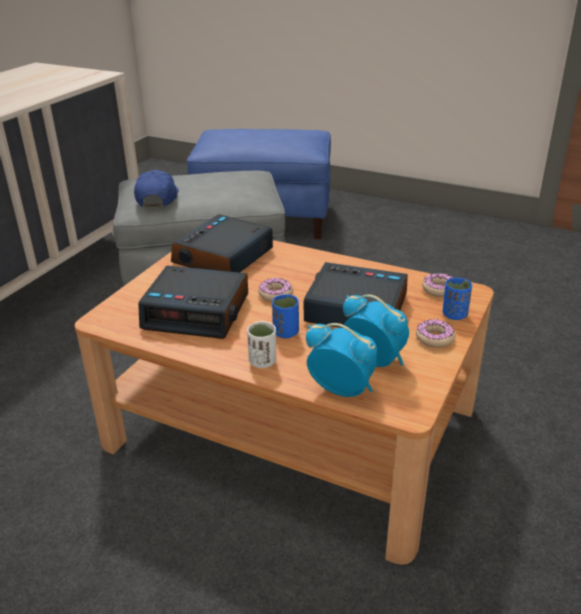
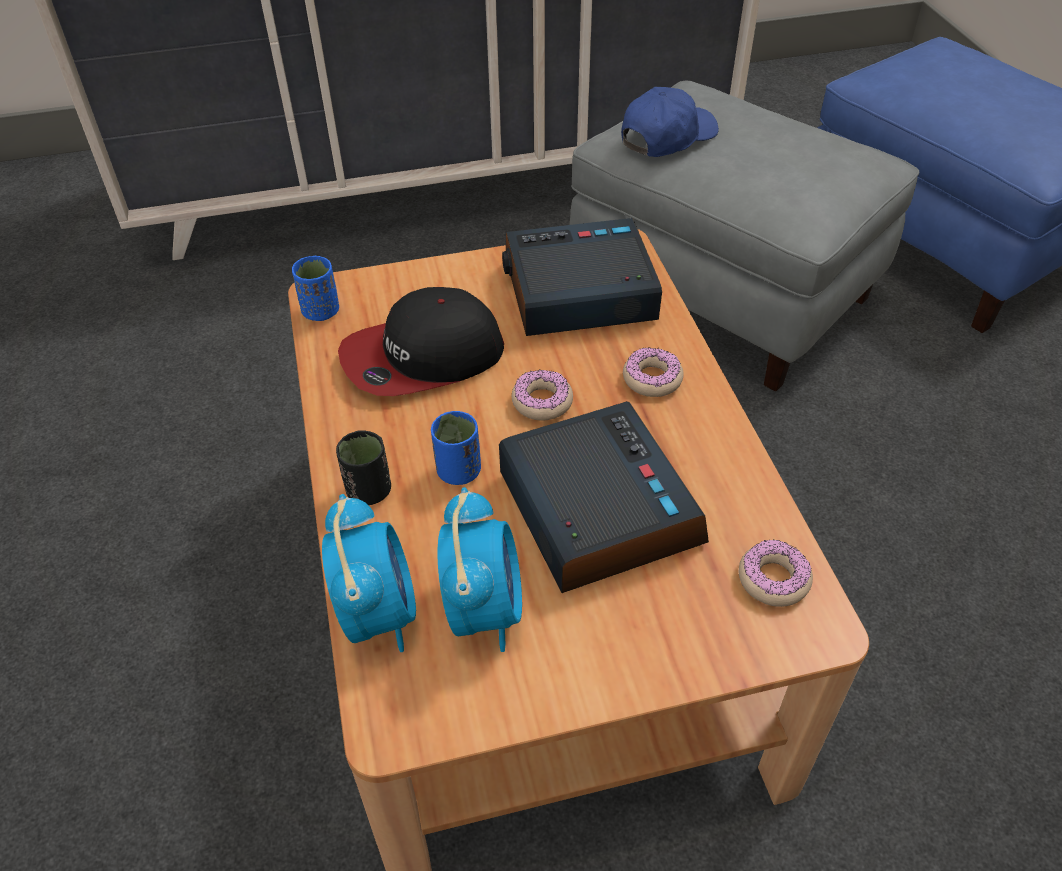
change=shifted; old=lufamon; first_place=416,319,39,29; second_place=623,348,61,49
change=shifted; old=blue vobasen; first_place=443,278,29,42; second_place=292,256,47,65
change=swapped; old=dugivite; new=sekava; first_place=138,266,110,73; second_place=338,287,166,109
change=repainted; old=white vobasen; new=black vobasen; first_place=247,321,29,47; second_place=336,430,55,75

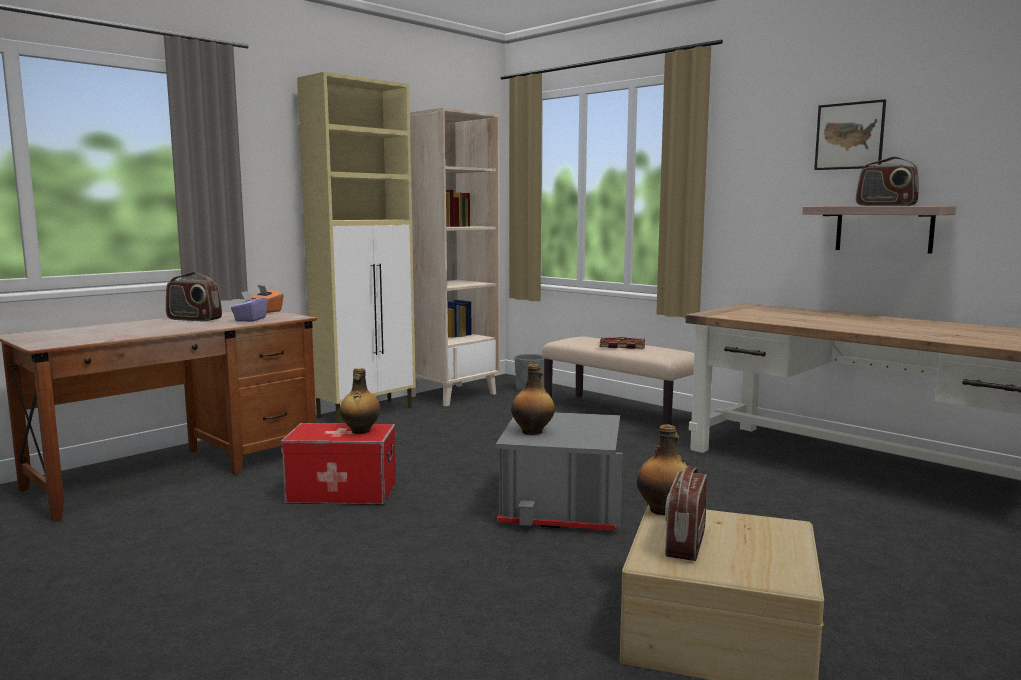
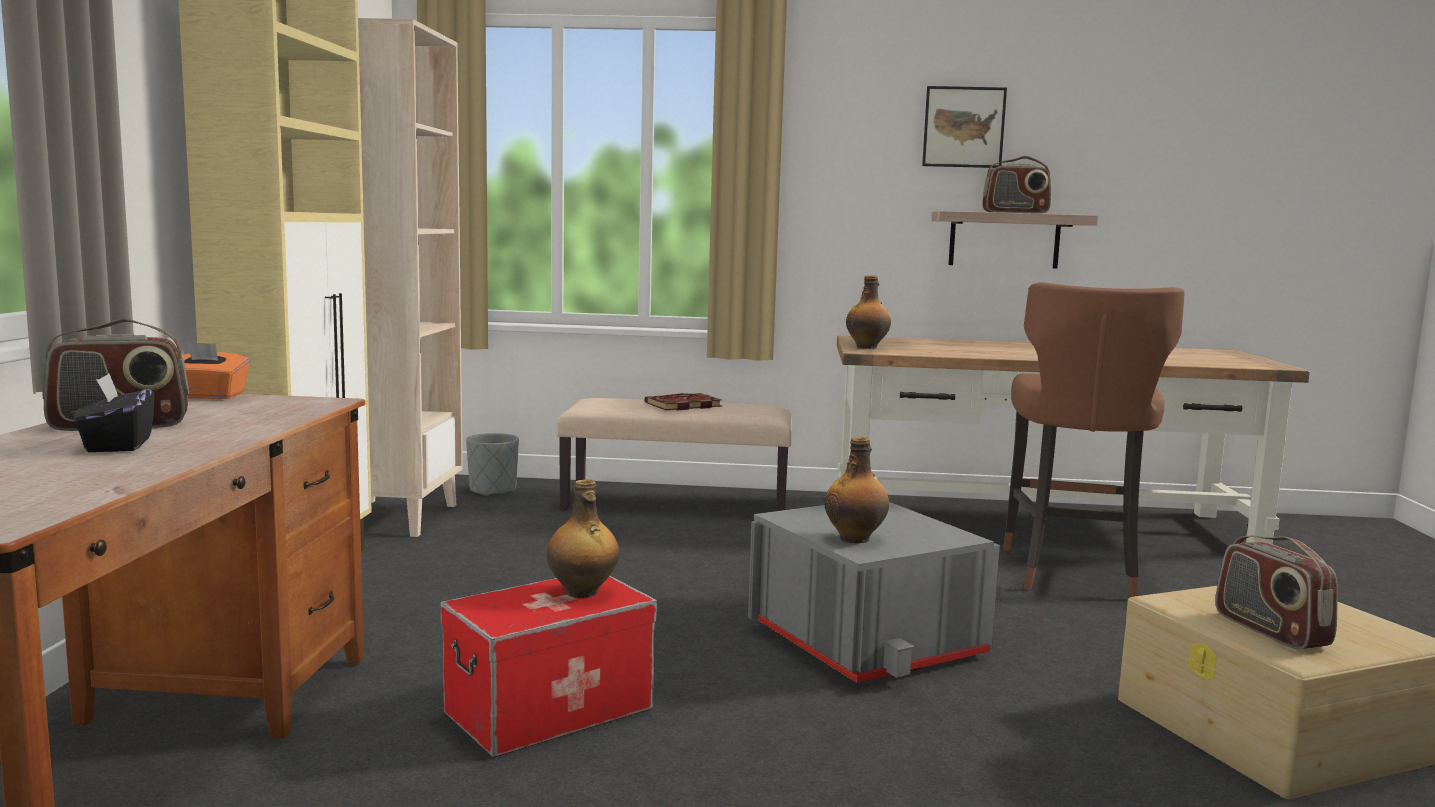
change=gone; old=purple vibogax; first_place=231,290,37,32
change=new; new=black vibogax; second_place=74,374,81,78
change=new; new=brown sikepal; second_place=1003,282,182,316
change=shifted; old=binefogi; first_place=637,424,50,91; second_place=846,275,45,74

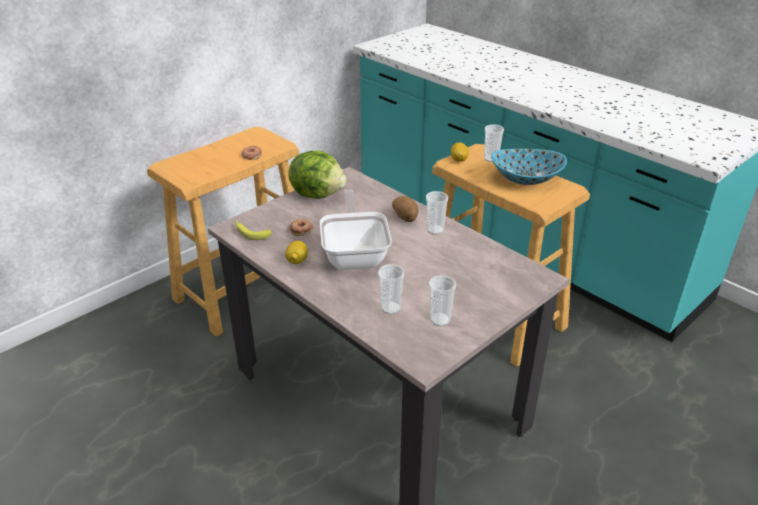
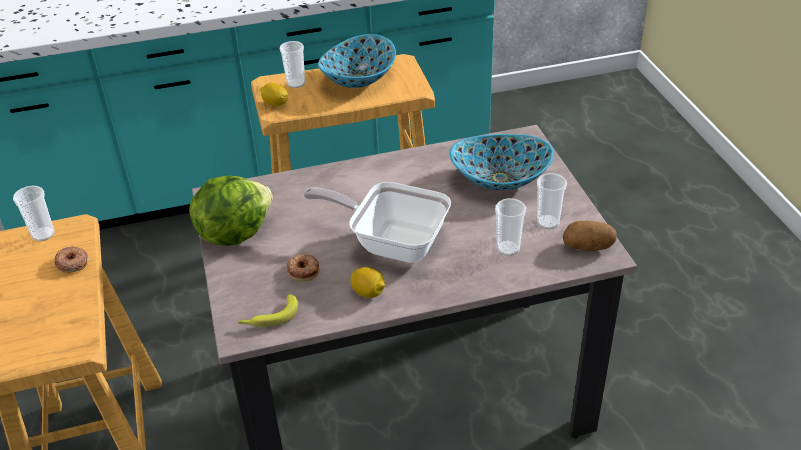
change=new; new=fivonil; second_place=450,134,104,56
change=shifted; old=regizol; first_place=392,196,27,26; second_place=563,221,54,30
change=shifted; old=vobasen; first_place=426,191,22,44; second_place=13,186,42,55

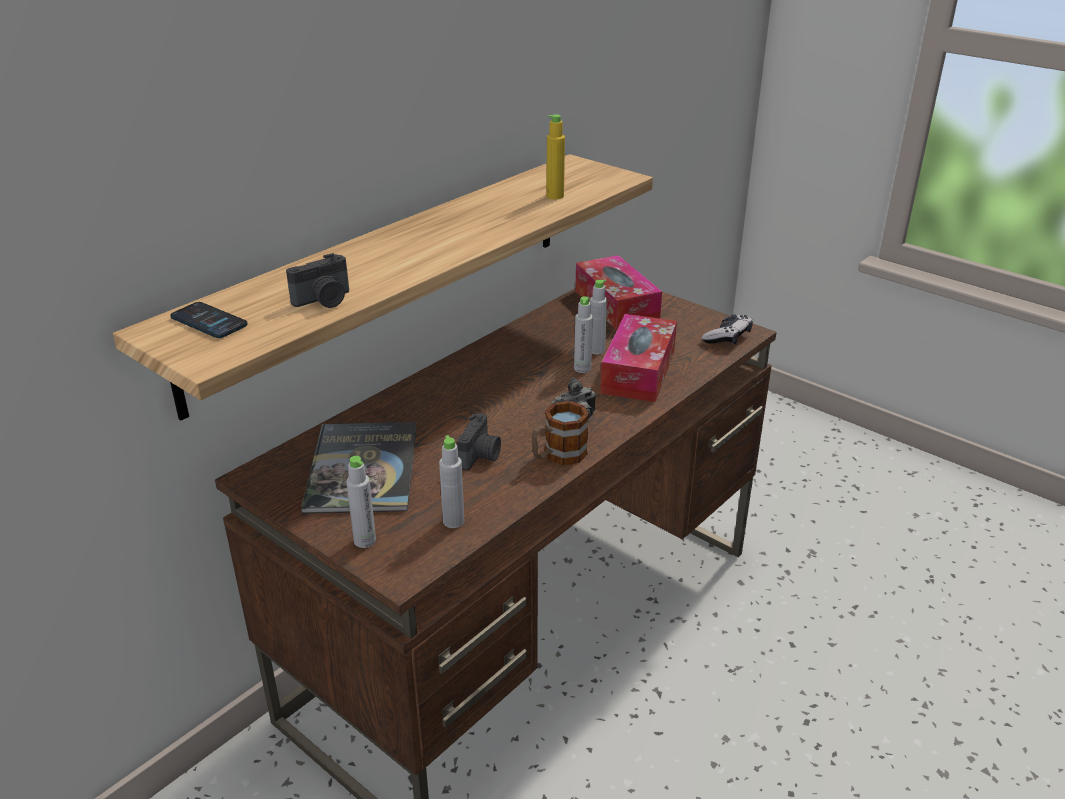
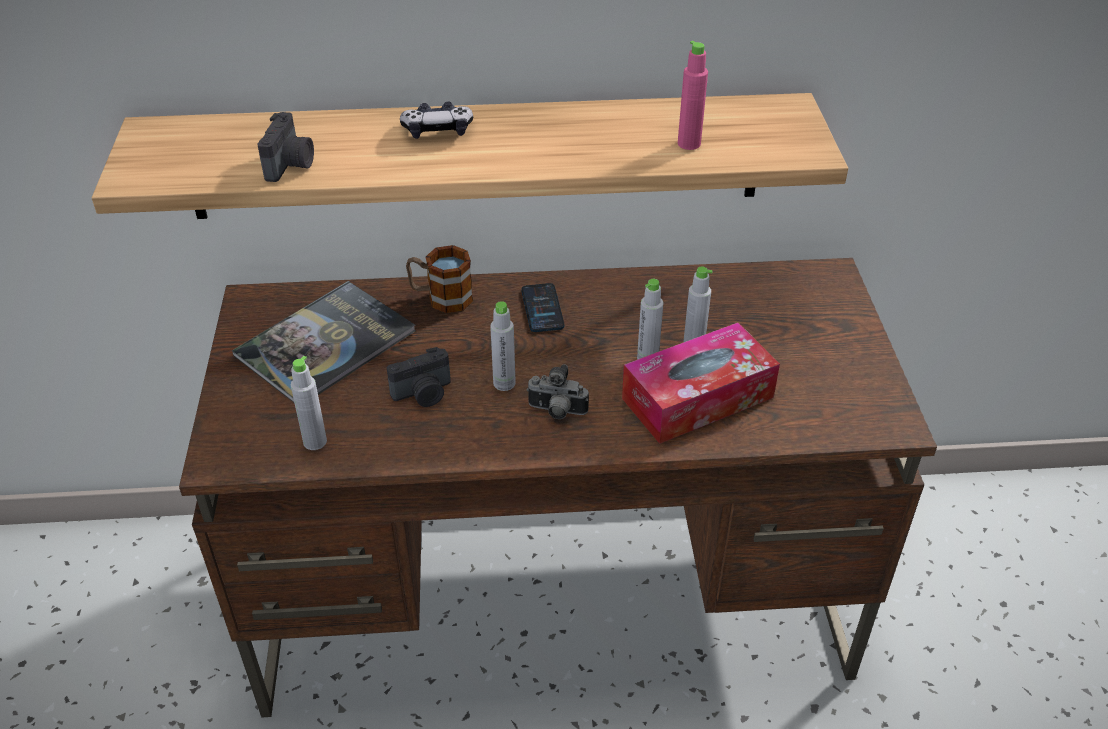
change=gone; old=vibogax; first_place=575,255,87,75
change=shifted; old=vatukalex; first_place=170,302,78,36; second_place=521,283,43,49
change=shifted; old=grey binefogi; first_place=346,456,30,92; second_place=490,301,26,90
change=shifted; old=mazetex; first_place=532,401,57,64; second_place=406,245,67,68
change=shifted; old=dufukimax; first_place=702,314,51,31; second_place=400,101,73,38
change=repainted; old=yellow binefogi; new=pink binefogi; first_place=546,114,19,85; second_place=678,41,30,109
change=rotated; old=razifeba; first_place=286,253,63,55; second_place=257,112,57,70; degrees=-90

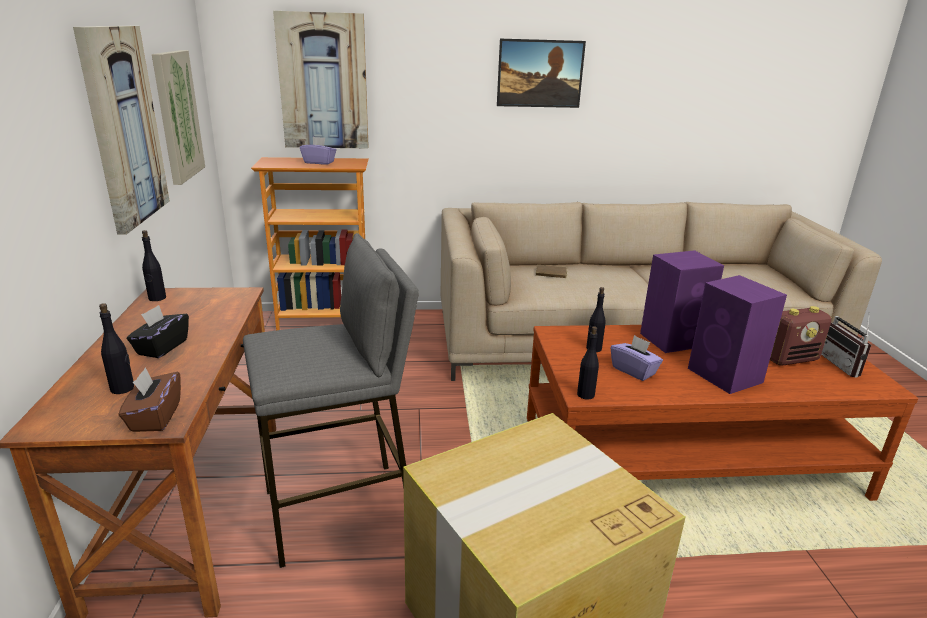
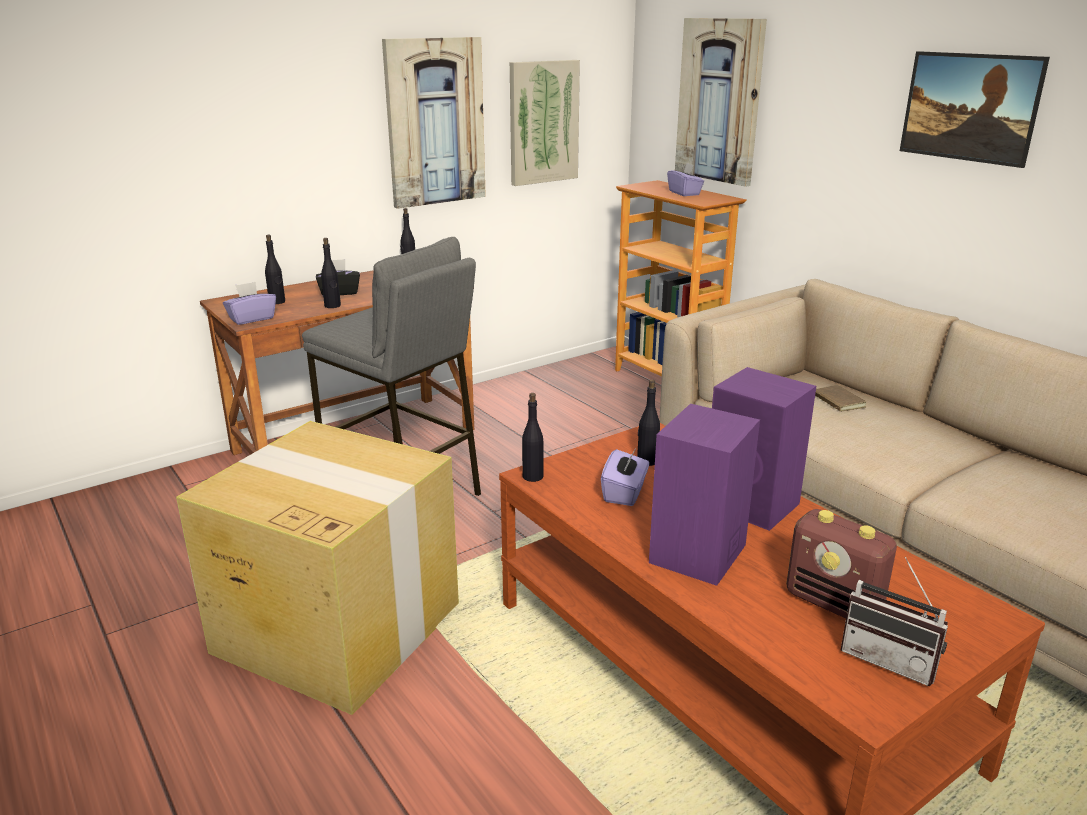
change=new; new=black binefogi; second_place=321,238,20,70
change=repainted; old=brown vibogax; new=purple vibogax; first_place=118,368,63,64; second_place=223,282,53,43
change=rotated; old=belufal; first_place=821,312,50,65; second_place=840,557,108,129; degrees=-105

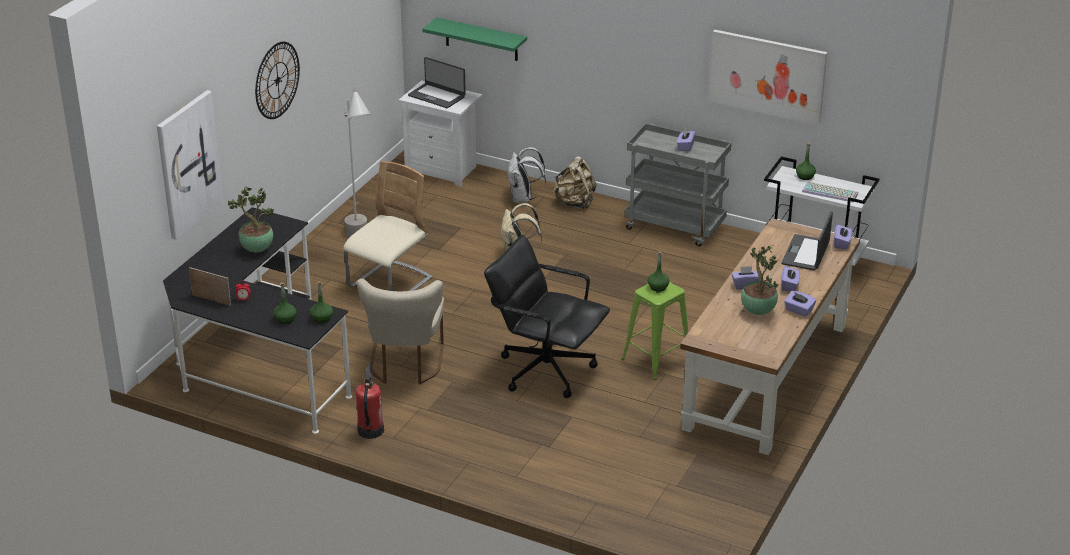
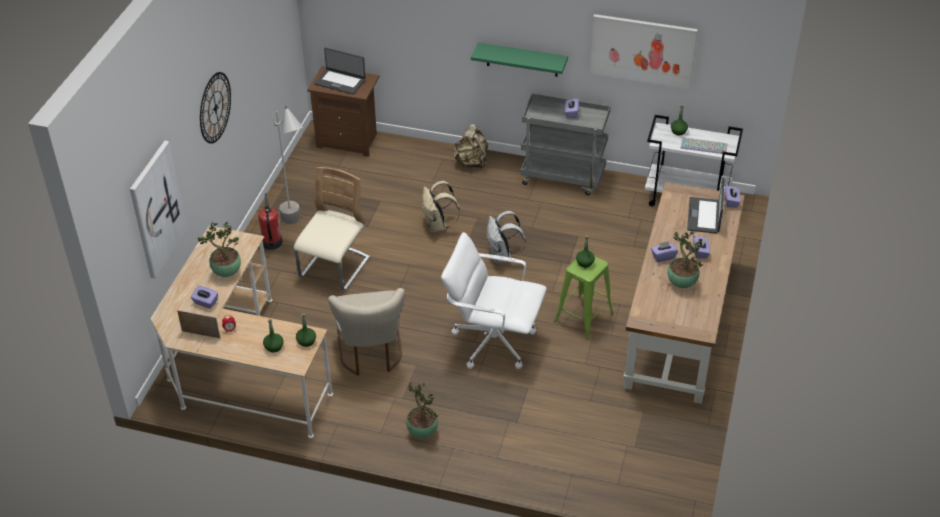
change=new; new=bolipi; second_place=406,383,33,55
change=shifted; old=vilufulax; first_place=356,363,28,76; second_place=258,193,24,57
change=shifted; old=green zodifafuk; first_place=422,17,105,44; second_place=471,42,97,35
change=shifted; old=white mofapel; first_place=507,147,39,56; second_place=487,211,39,52
change=shifted; old=purple vibogax; first_place=784,291,32,26; second_place=191,286,27,23
change=repainted; old=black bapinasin; new=beige bapinasin; first_place=163,207,189,227; second_place=150,226,183,212
change=repainted; old=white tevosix; new=brown tevosix; first_place=399,81,83,105; second_place=307,66,73,91
change=repainted; old=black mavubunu; new=white mavubunu; first_place=484,235,126,163; second_place=441,232,106,137

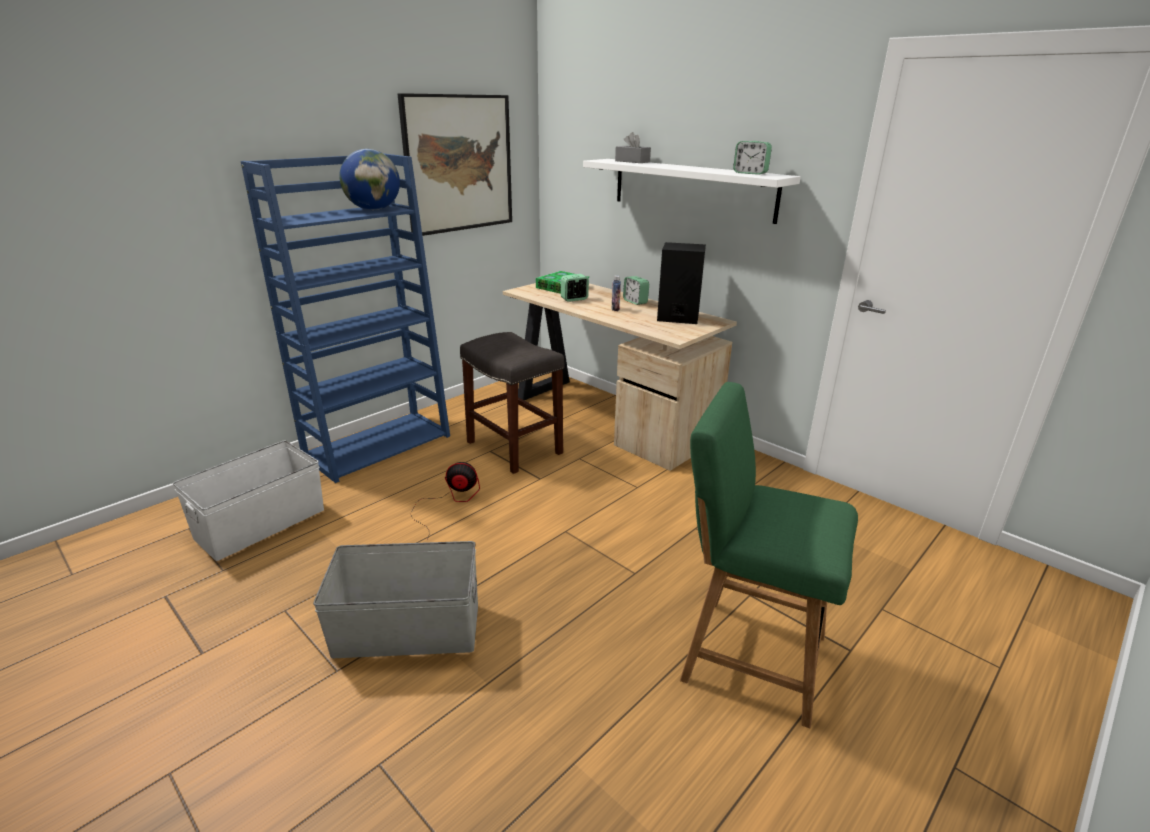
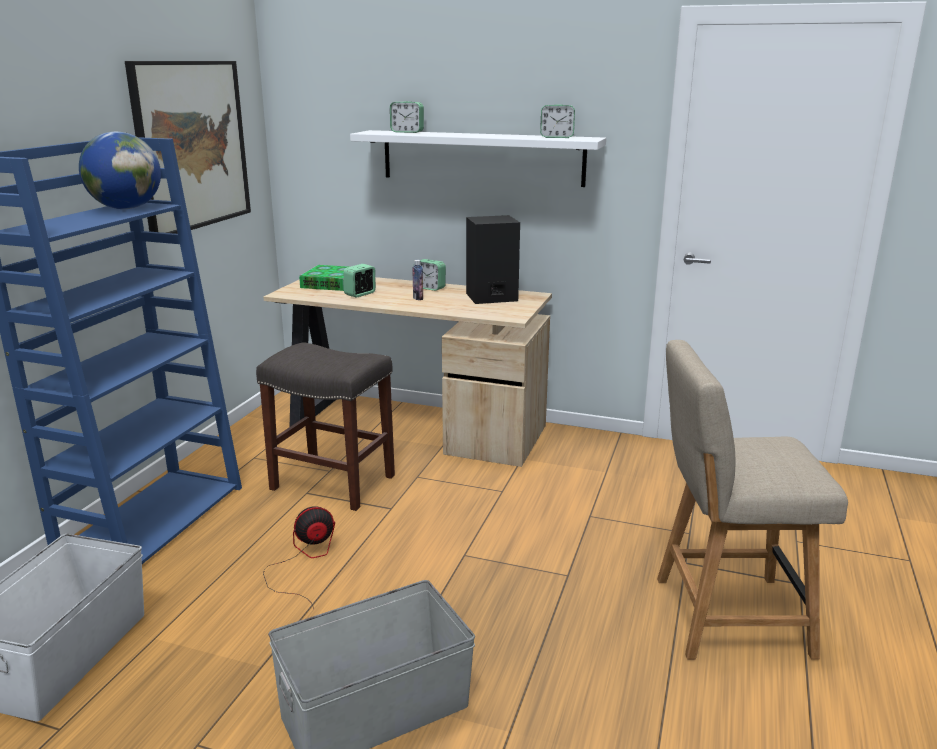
change=swapped; old=grey vibogax; new=dugivite; first_place=615,132,36,31; second_place=390,101,34,32
change=repainted; old=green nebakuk; new=beige nebakuk; first_place=680,382,178,346; second_place=657,340,191,320

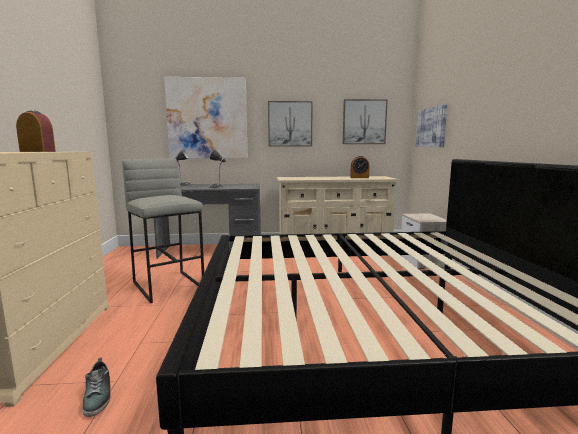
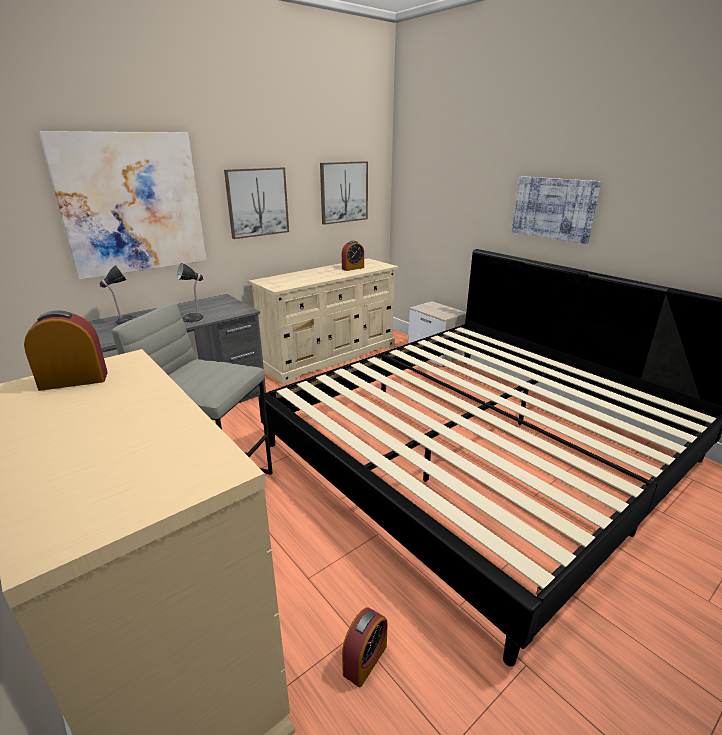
change=shifted; old=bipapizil; first_place=416,104,31,43; second_place=512,176,89,68
change=swapped; old=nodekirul; new=dugivite; first_place=82,358,29,59; second_place=342,607,46,80

